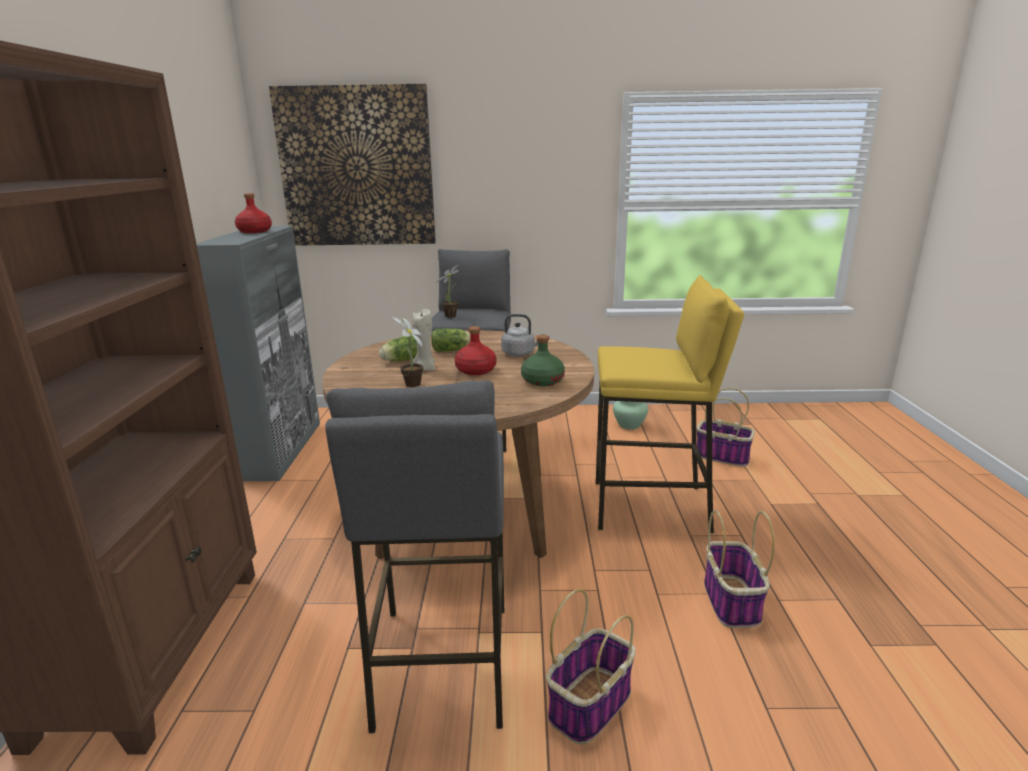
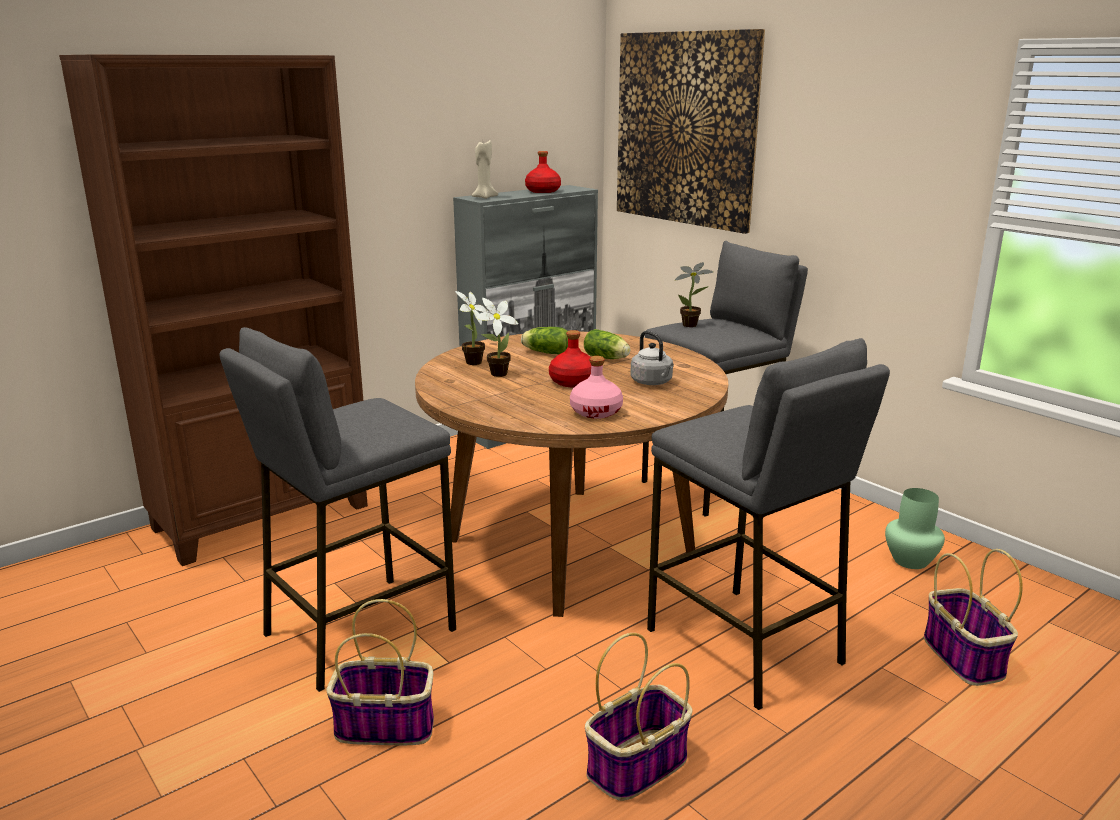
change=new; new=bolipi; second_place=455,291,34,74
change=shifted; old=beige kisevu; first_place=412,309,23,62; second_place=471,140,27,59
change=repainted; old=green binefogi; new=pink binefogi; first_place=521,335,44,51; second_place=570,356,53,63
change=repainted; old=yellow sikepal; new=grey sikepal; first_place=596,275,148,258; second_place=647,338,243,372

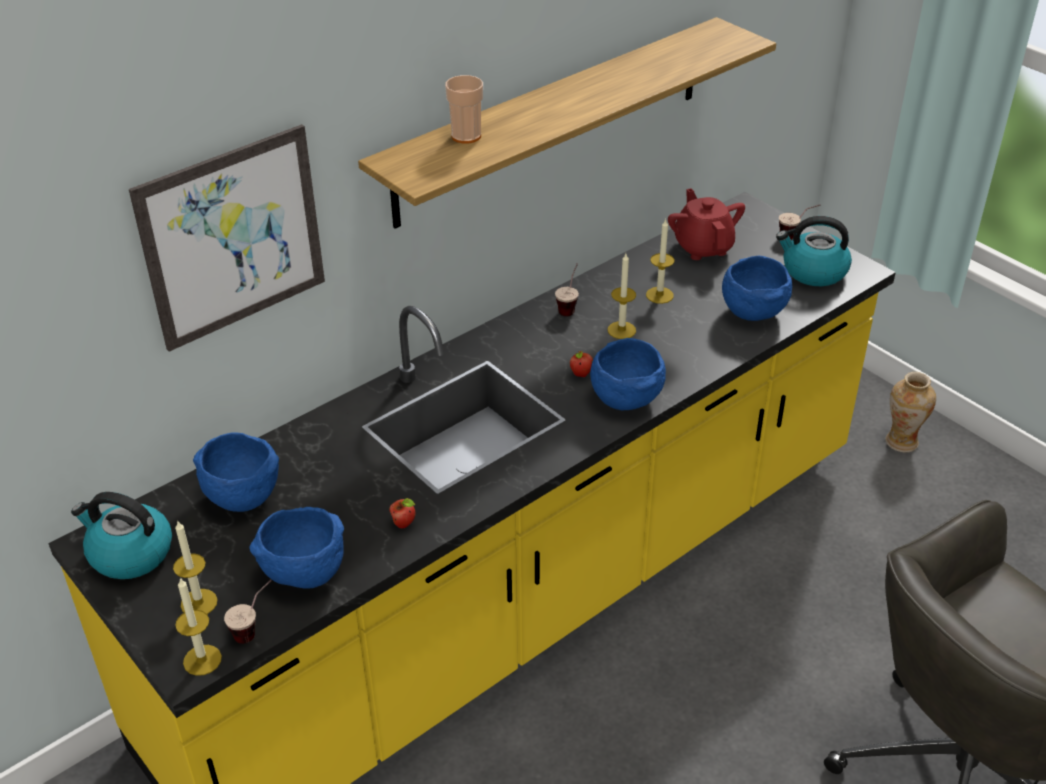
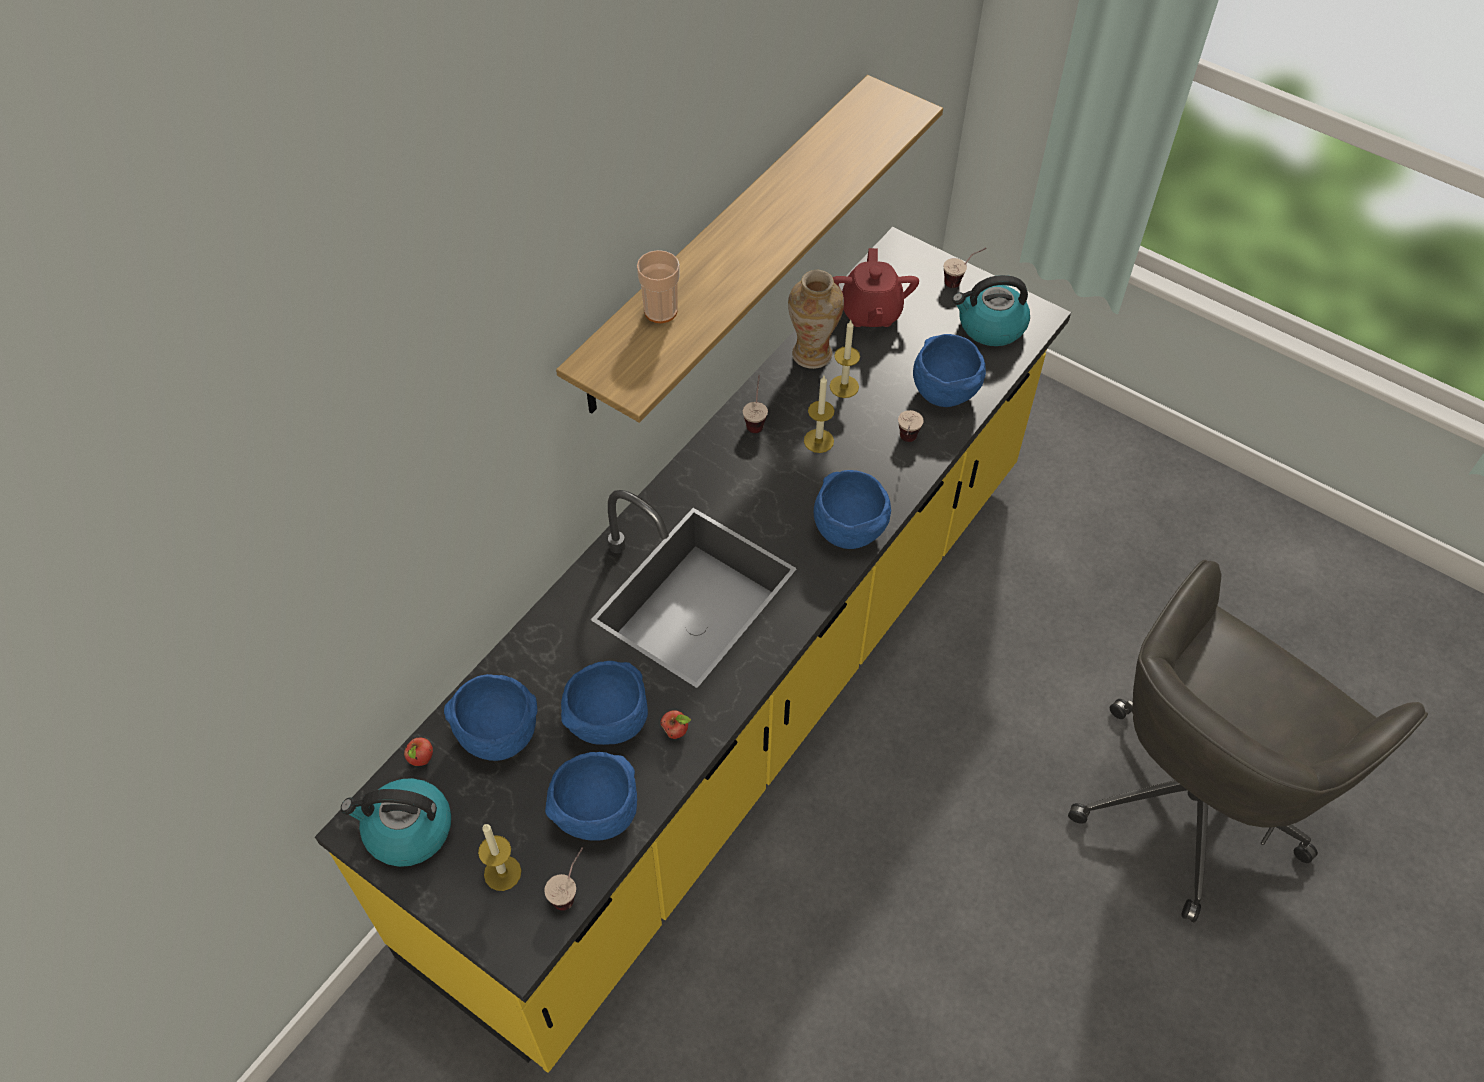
change=gone; old=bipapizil; first_place=129,124,196,228
change=gone; old=kisevu; first_place=175,577,47,99
change=new; new=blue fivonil; second_place=561,661,87,84
change=new; new=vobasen; second_place=898,410,26,32
change=shifted; old=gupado; first_place=569,351,24,26; second_place=404,738,29,28
change=shifted; old=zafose; first_place=885,372,51,80; second_place=788,270,56,99
change=rotated; old=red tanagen; first_place=668,188,77,72; second_place=833,248,86,79; degrees=-150

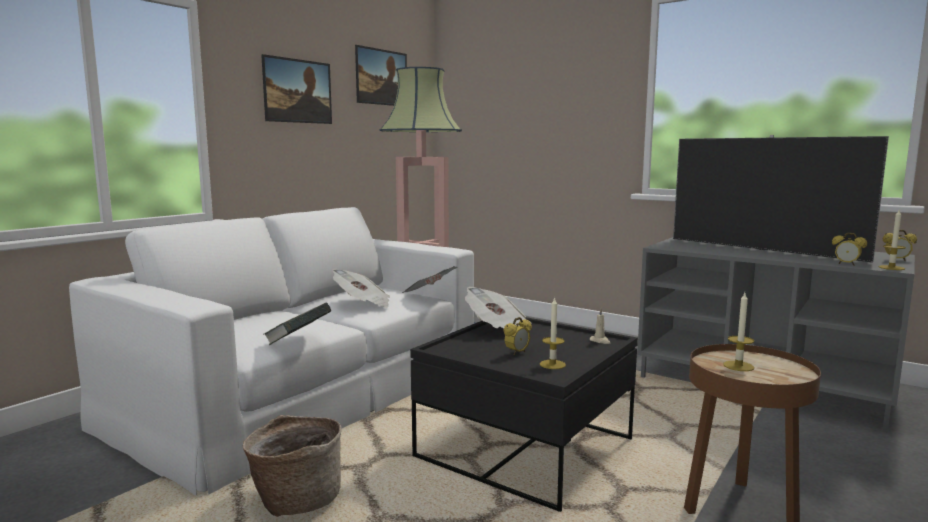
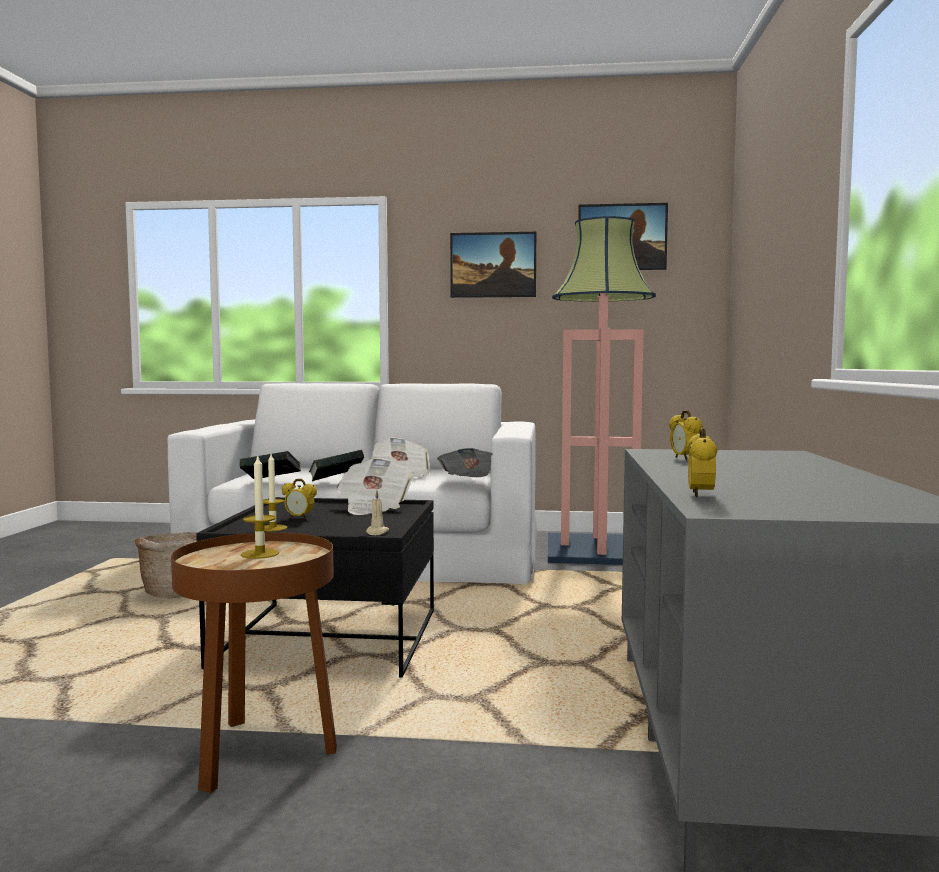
change=gone; old=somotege; first_place=673,135,216,128
change=gone; old=kisevu; first_place=878,210,28,60
change=new; new=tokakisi; second_place=309,450,55,31
change=shifted; old=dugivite; first_place=883,230,34,31; second_place=669,410,34,50

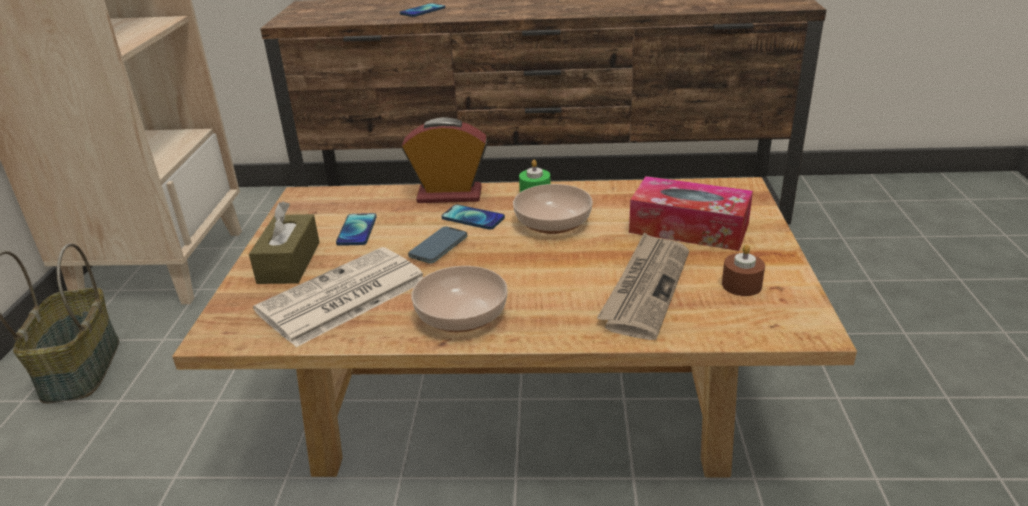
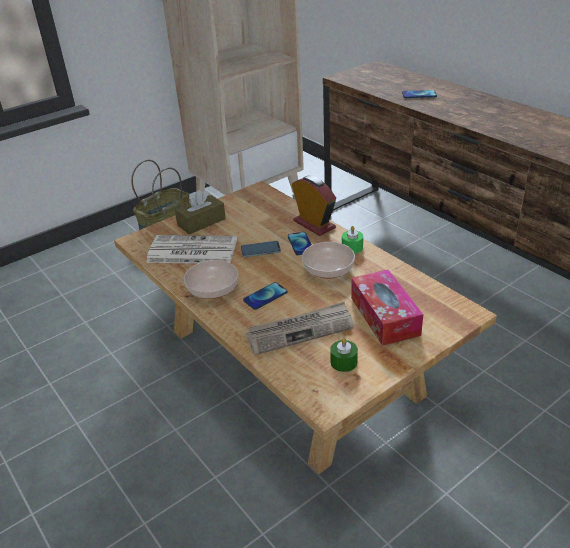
change=shifted; old=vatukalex; first_place=336,213,41,33; second_place=243,282,44,28
change=repainted; old=brown kisevu; new=green kisevu; first_place=722,245,43,51; second_place=330,338,28,34

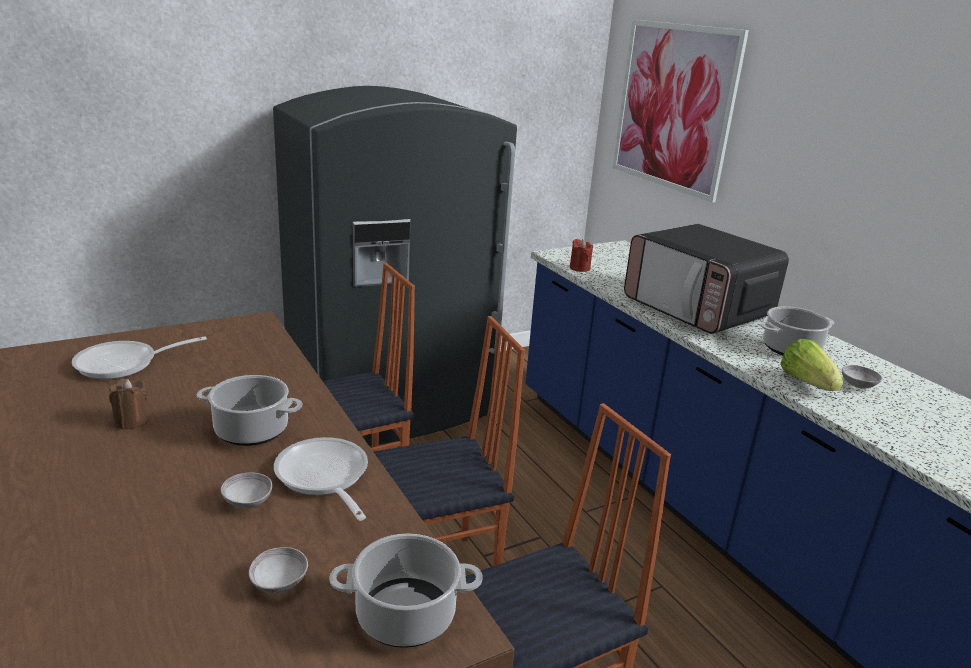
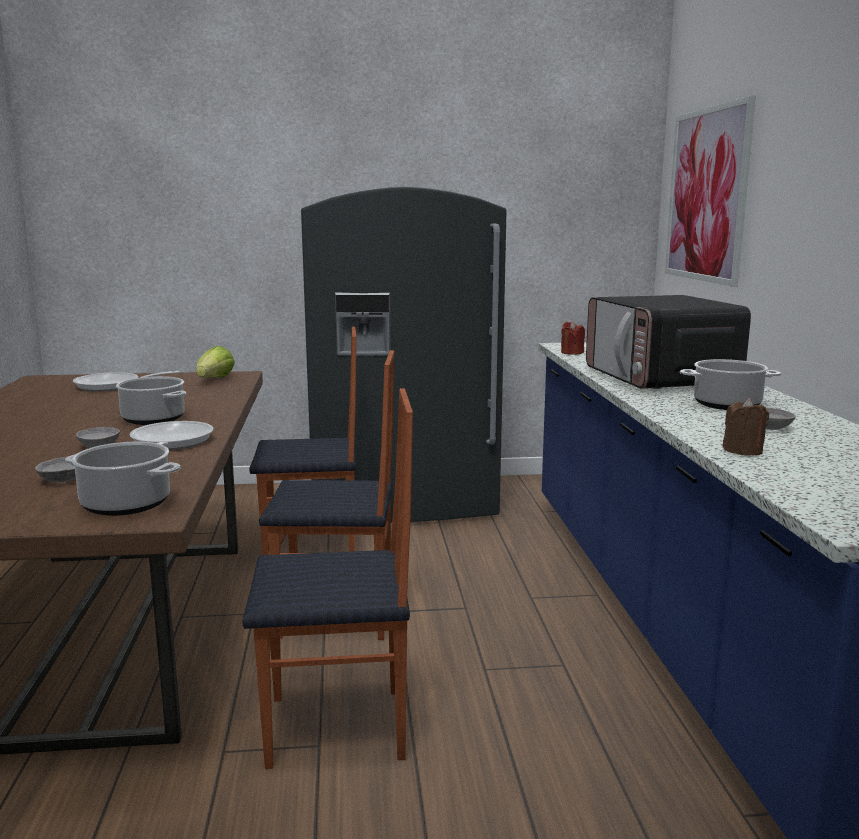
change=shifted; old=brown kisevu; first_place=109,379,40,51; second_place=723,398,46,57
change=shifted; old=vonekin; first_place=780,339,63,52; second_place=196,346,39,32

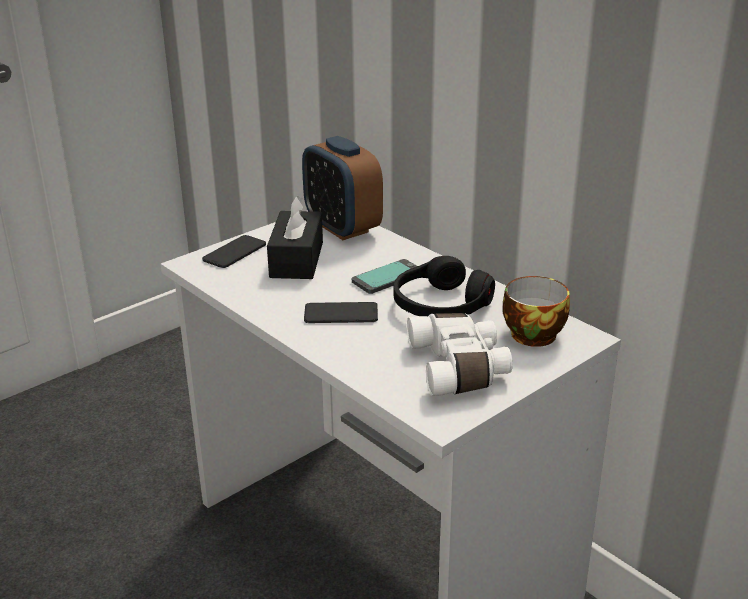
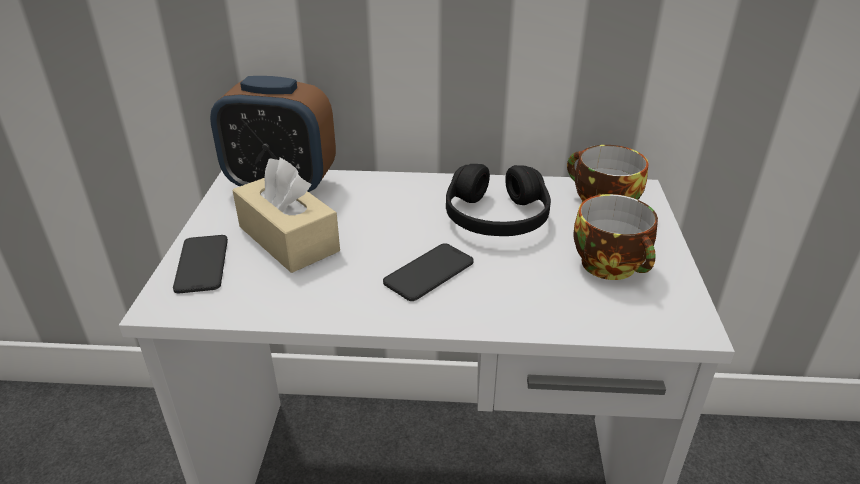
change=gone; old=vatukalex; first_place=352,259,65,35
change=swapped; old=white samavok; new=vobasen; first_place=407,313,106,83; second_place=573,194,85,86
change=repainted; old=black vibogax; new=beige vibogax; first_place=267,195,56,84; second_place=232,158,108,115

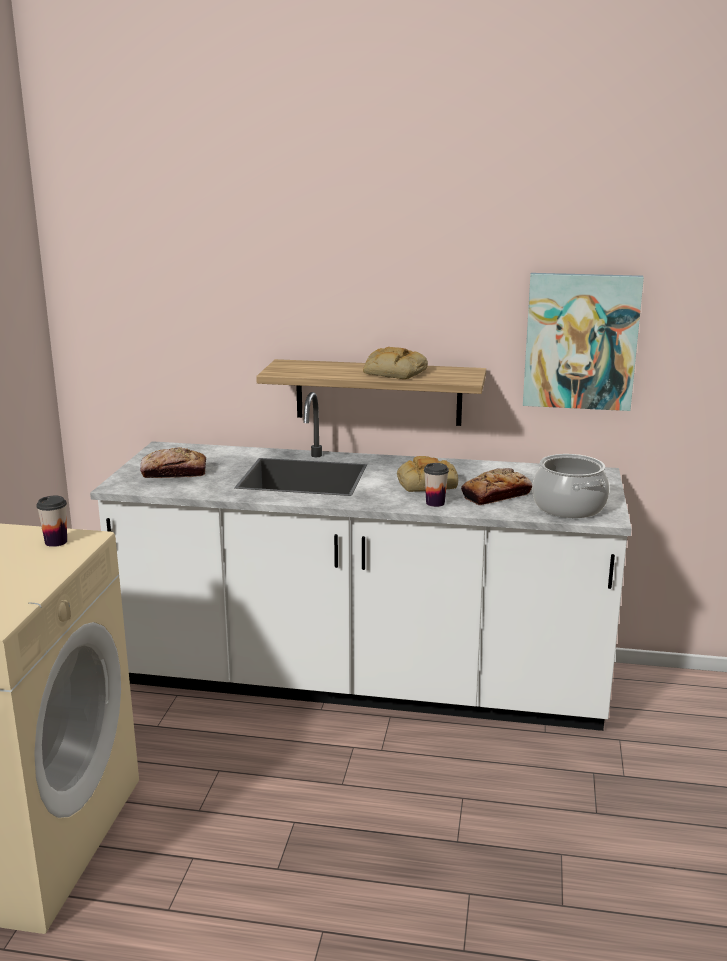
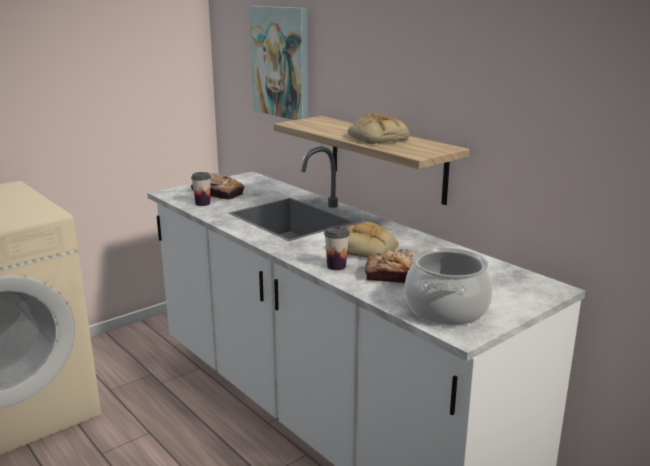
change=shifted; old=vobasen; first_place=36,496,31,51; second_place=191,172,20,34
change=shifted; old=bipapizil; first_place=523,273,121,138; second_place=249,6,59,114

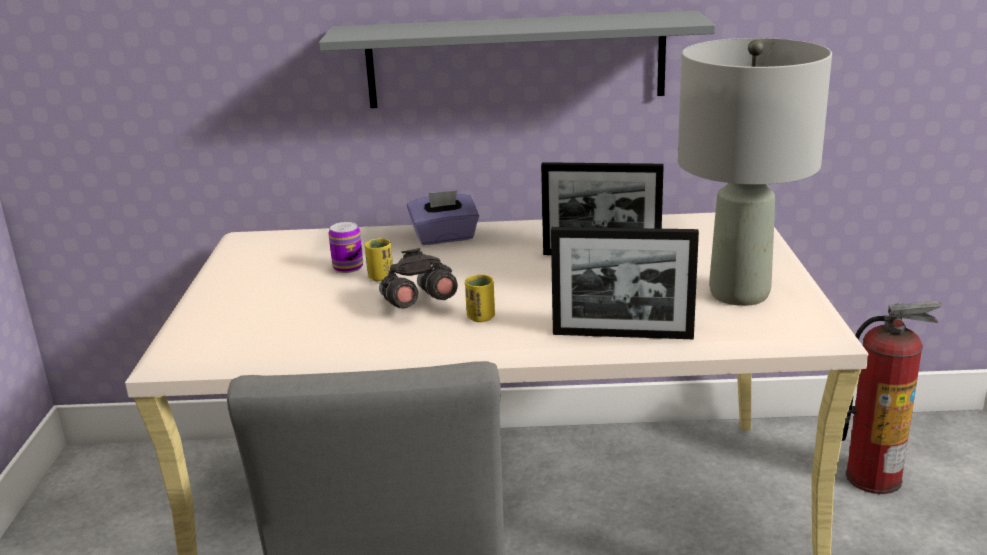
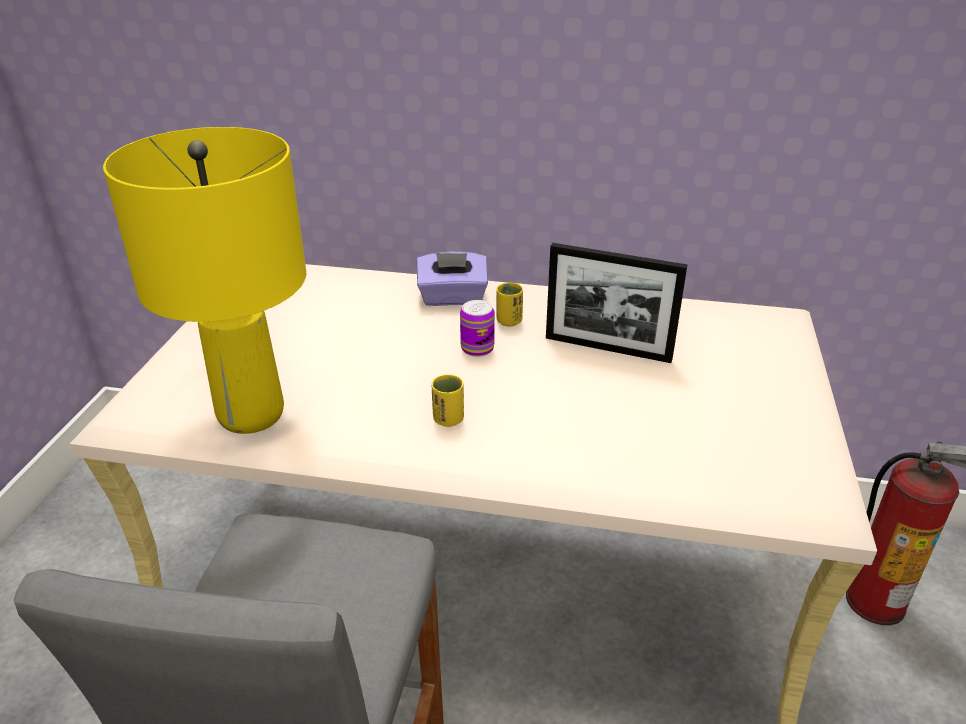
change=gone; old=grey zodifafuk; first_place=319,11,397,97
change=gone; old=grey samavok; first_place=379,248,79,60
change=gone; old=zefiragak; first_place=551,227,148,112
change=gone; old=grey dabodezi; first_place=678,38,154,268
change=new; new=yellow dabodezi; second_place=103,127,203,307
change=shifted; old=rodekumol; first_place=328,222,35,51; second_place=460,300,35,57
change=shifted; old=yellow vobasen; first_place=365,239,28,43; second_place=496,283,27,43

